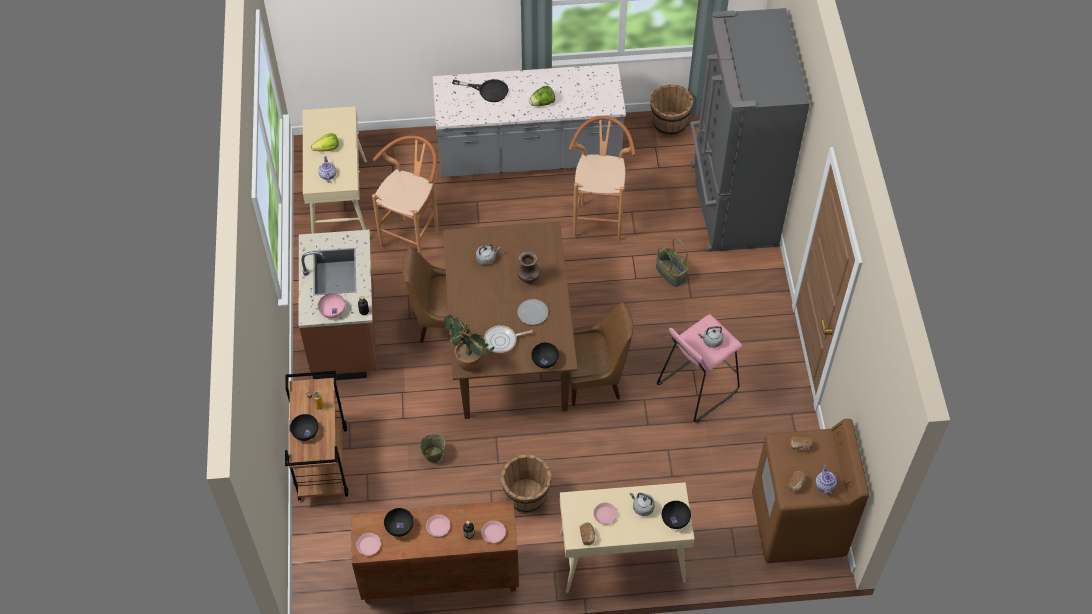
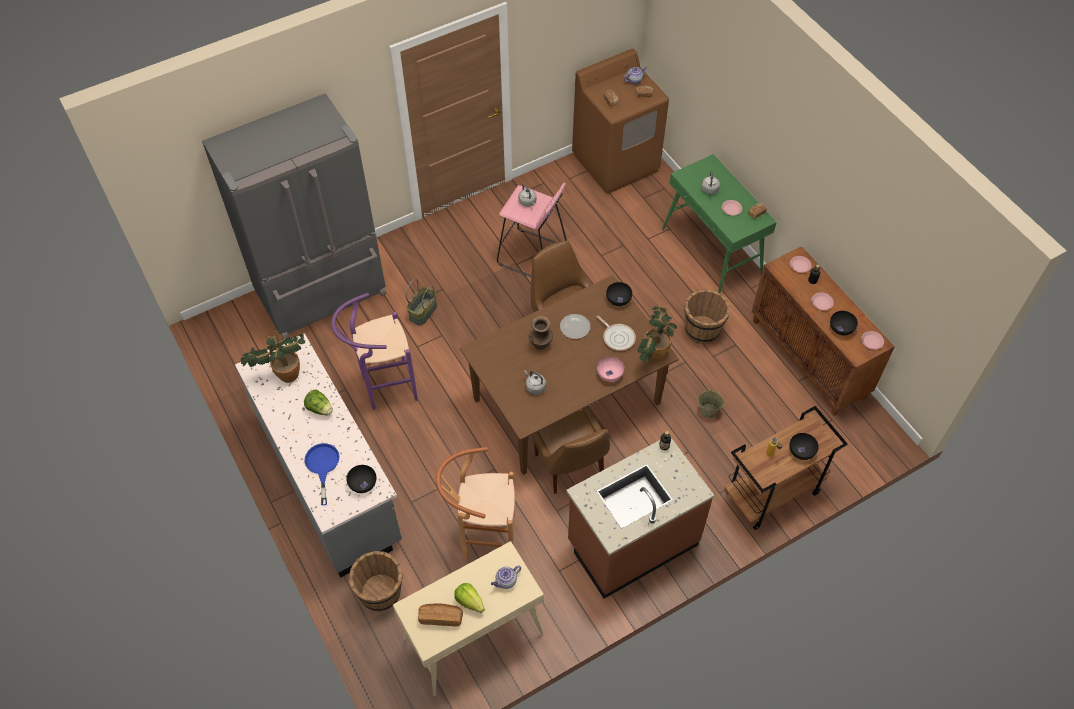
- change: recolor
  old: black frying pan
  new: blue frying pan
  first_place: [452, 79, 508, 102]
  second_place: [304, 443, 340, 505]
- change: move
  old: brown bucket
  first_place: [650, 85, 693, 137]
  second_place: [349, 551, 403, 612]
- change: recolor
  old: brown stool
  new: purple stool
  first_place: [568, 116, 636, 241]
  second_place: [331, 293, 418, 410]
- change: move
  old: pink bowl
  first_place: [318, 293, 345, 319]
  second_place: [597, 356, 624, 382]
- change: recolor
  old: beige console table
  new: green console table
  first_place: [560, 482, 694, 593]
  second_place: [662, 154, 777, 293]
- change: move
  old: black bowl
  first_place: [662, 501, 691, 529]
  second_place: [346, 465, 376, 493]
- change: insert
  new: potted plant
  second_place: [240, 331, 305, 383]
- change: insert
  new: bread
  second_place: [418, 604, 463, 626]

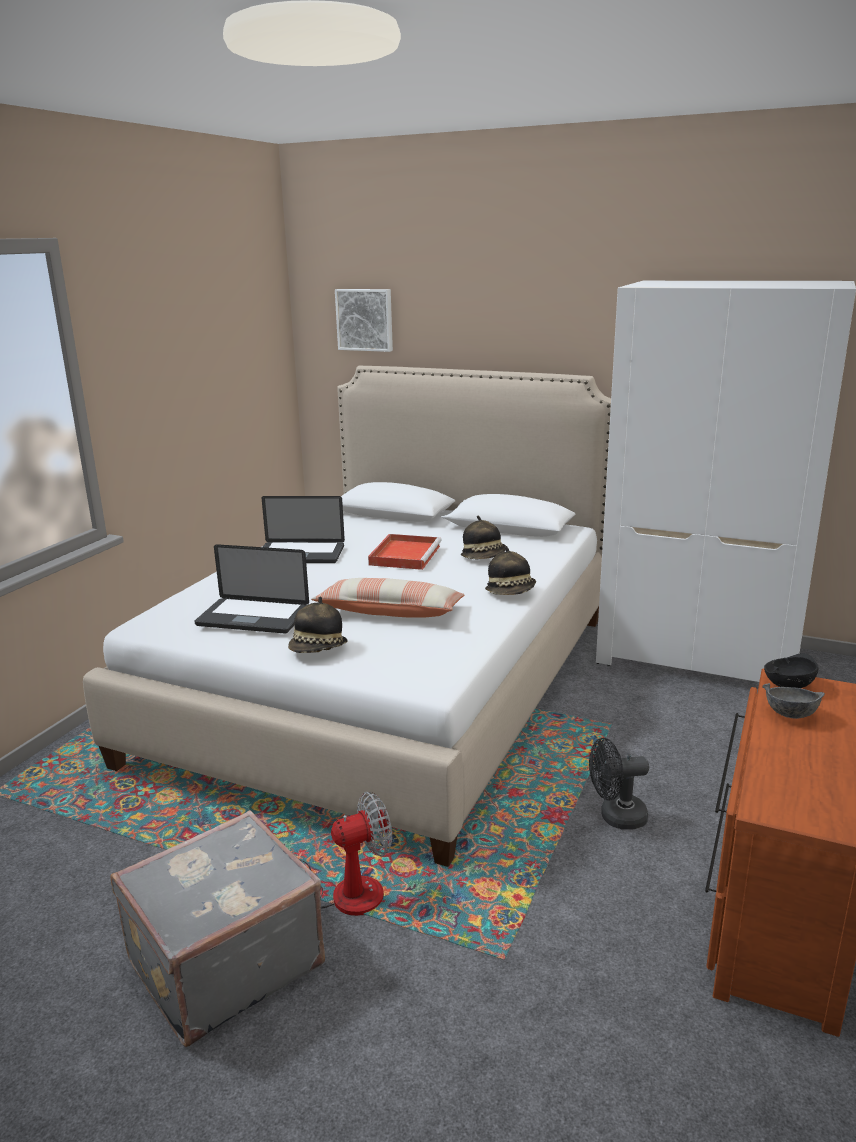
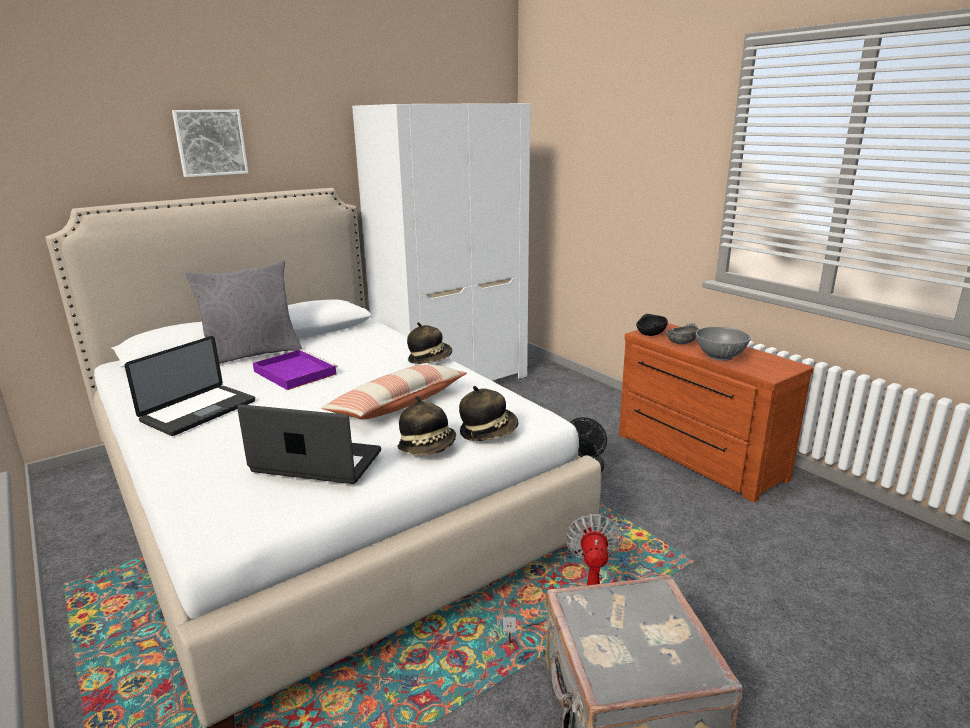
- change: move
  old: picture
  first_place: [335, 289, 393, 352]
  second_place: [172, 110, 248, 177]
- change: move
  old: hat
  first_place: [461, 516, 506, 559]
  second_place: [459, 386, 518, 441]
- change: recolor
  old: red tray
  new: purple tray
  first_place: [368, 534, 442, 570]
  second_place: [253, 349, 338, 390]
- change: rotate
  old: laptop
  first_place: [195, 544, 309, 634]
  second_place: [237, 404, 381, 484]
  degrees: -120
- change: insert
  new: grey pillow
  second_place: [184, 260, 302, 364]
- change: insert
  new: grey bowl
  second_place: [696, 327, 751, 361]

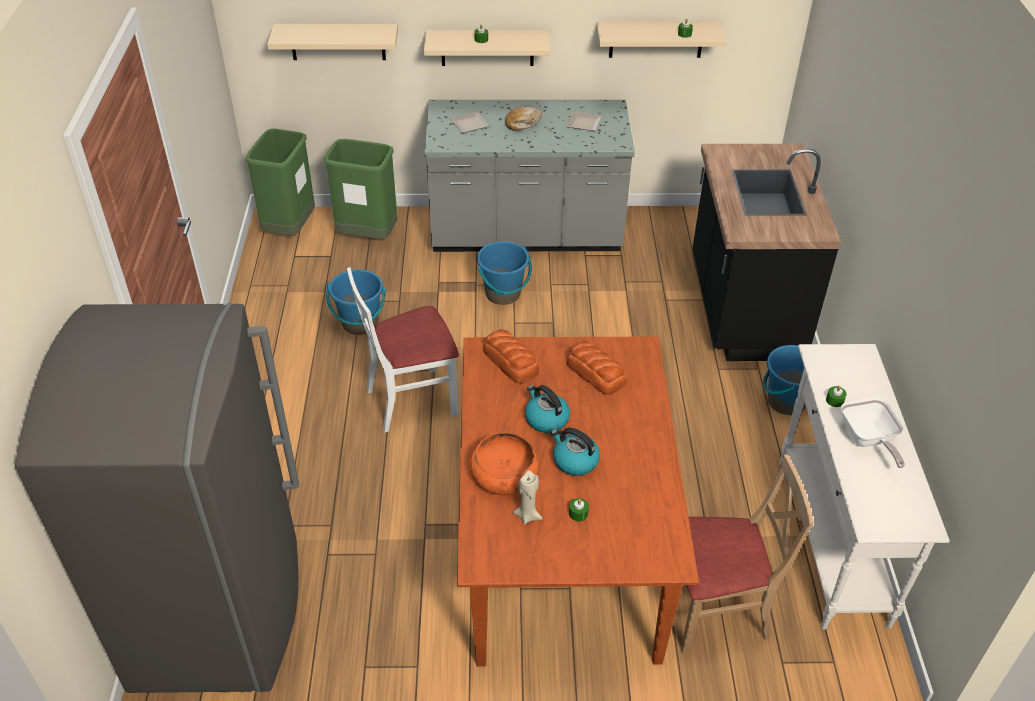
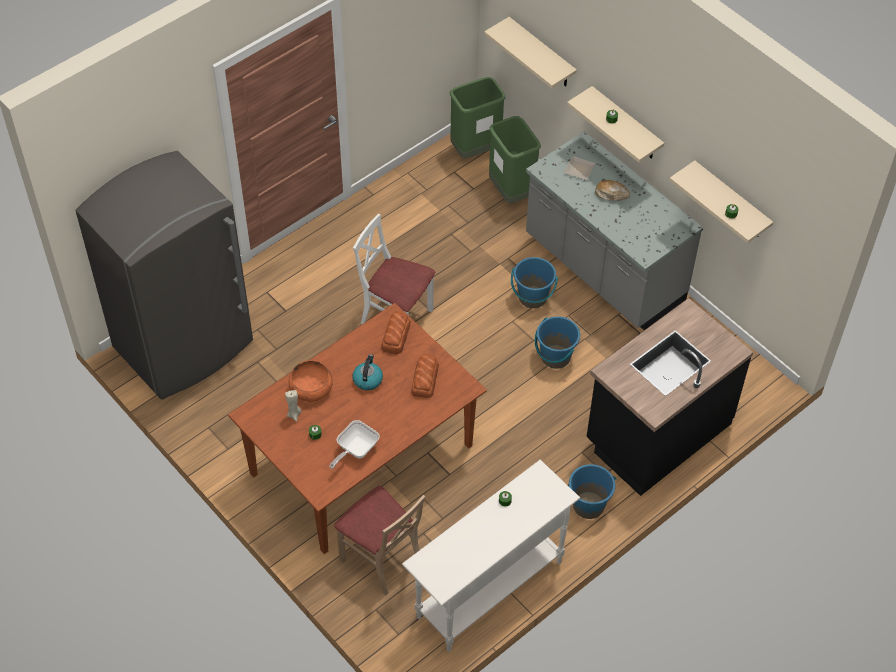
- change: delete
  old: plate
  first_place: [566, 111, 602, 131]
- change: move
  old: blue bucket
  first_place: [326, 269, 386, 335]
  second_place: [535, 316, 580, 369]
- change: move
  old: frying pan
  first_place: [841, 397, 905, 468]
  second_place: [329, 420, 380, 469]
- change: delete
  old: kettle
  first_place: [551, 428, 600, 476]

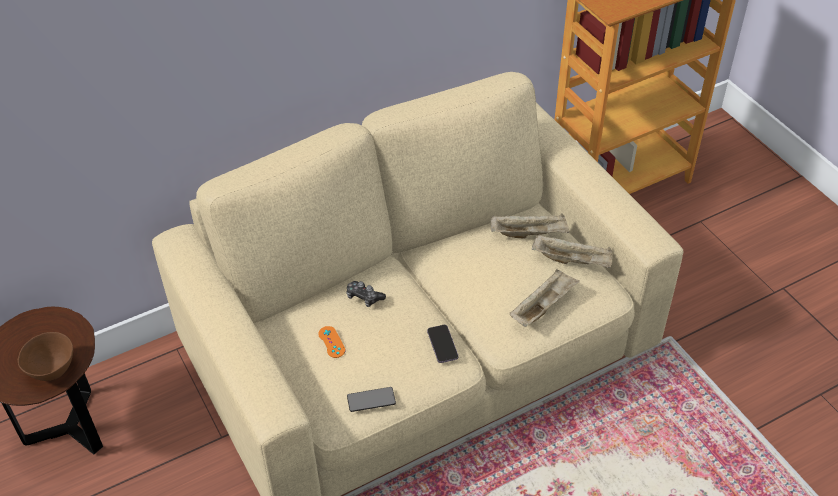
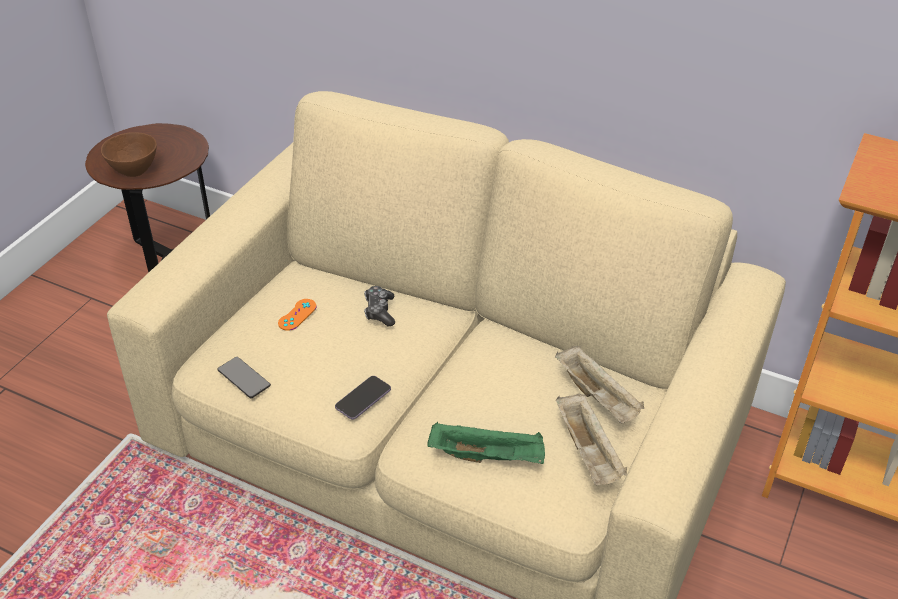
- change: recolor
  old: beige tray
  new: green tray
  first_place: [510, 269, 580, 327]
  second_place: [427, 422, 545, 464]

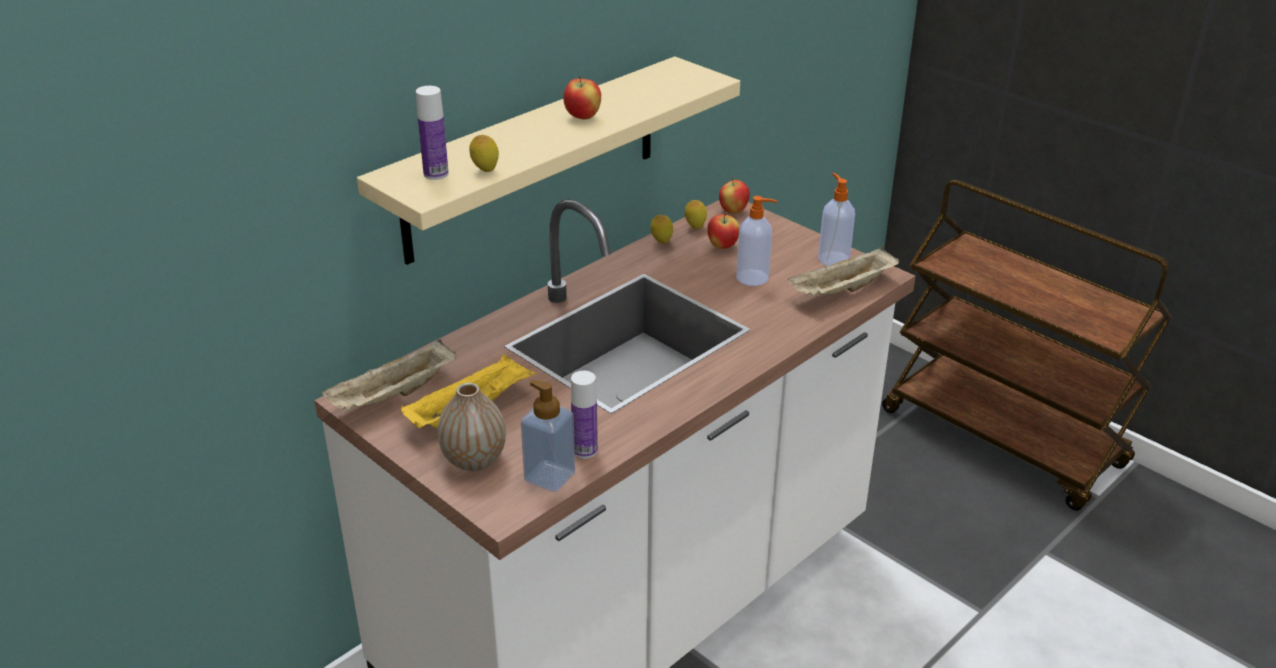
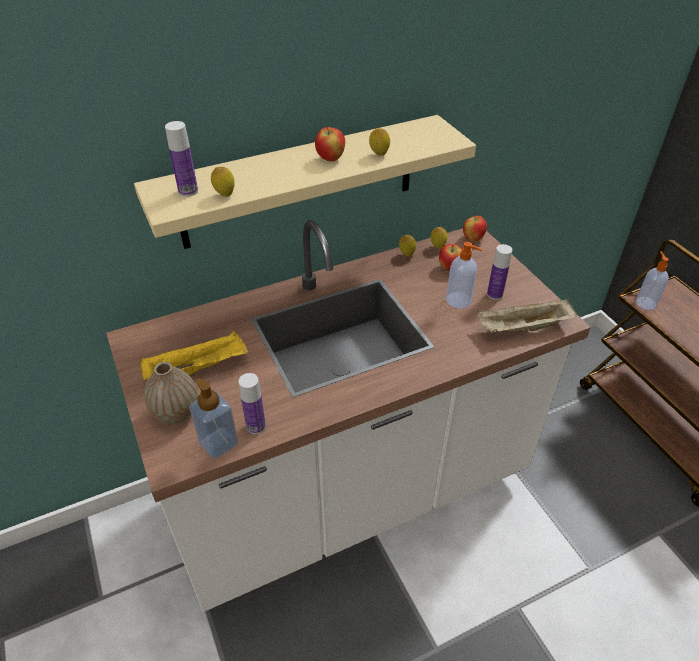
- change: move
  old: soap dispenser
  first_place: [818, 173, 855, 266]
  second_place: [636, 251, 669, 310]
- change: delete
  old: beige tray
  first_place: [322, 339, 456, 412]
- change: insert
  new: lemon
  second_place: [369, 128, 390, 156]
- change: insert
  new: bottle
  second_place: [487, 244, 512, 300]

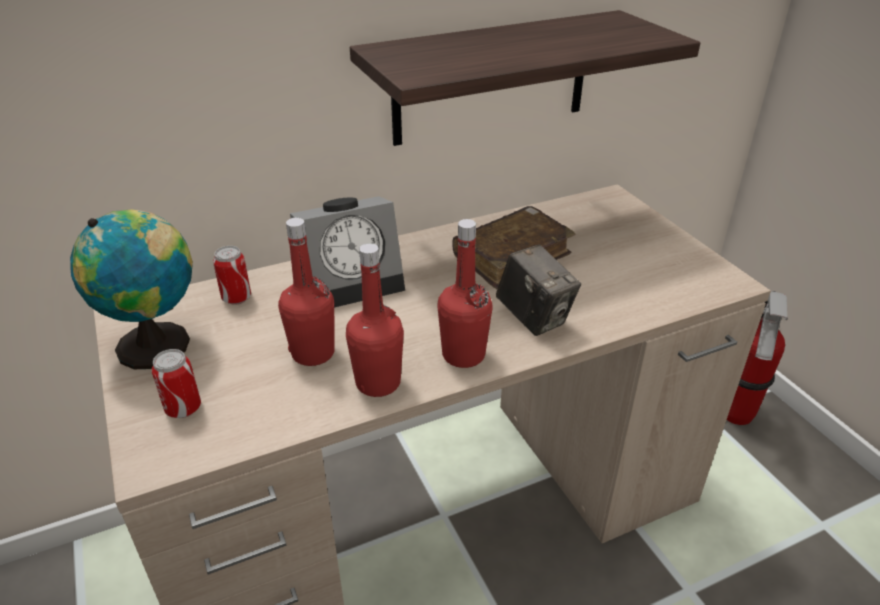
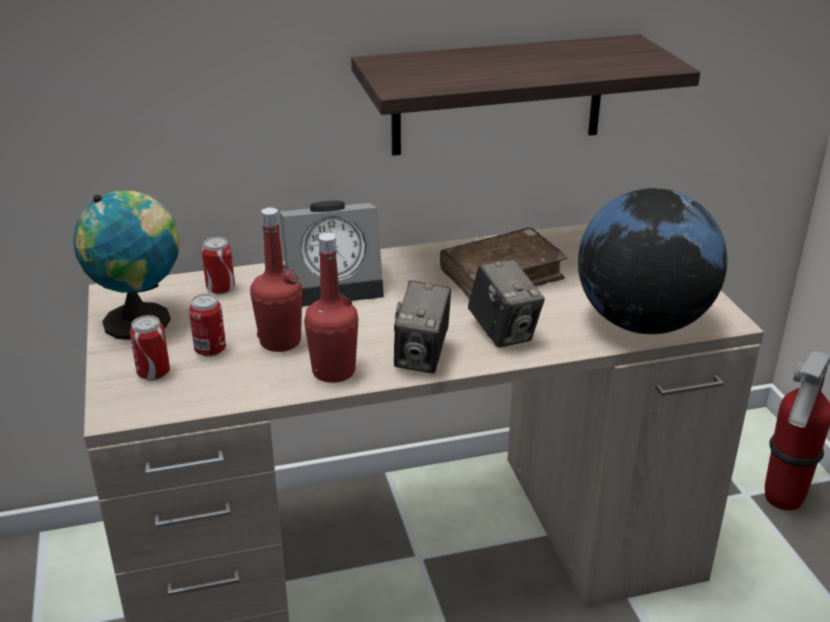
- change: replace
  old: red bottle
  new: photo camera
  first_place: [437, 219, 493, 368]
  second_place: [394, 280, 451, 373]
- change: insert
  new: globe
  second_place: [578, 188, 727, 334]
- change: insert
  new: can
  second_place: [189, 294, 226, 357]

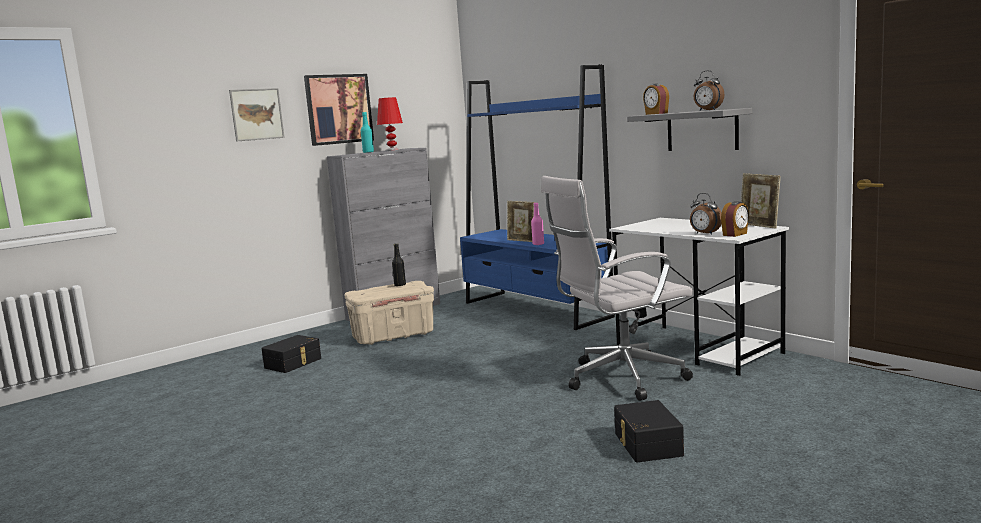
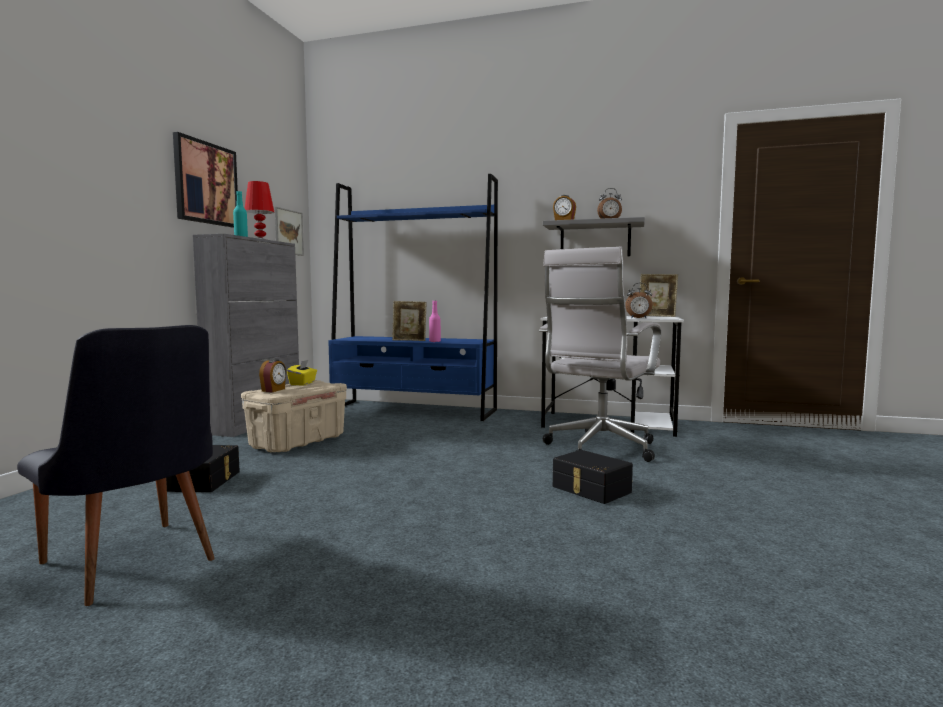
- change: move
  old: picture
  first_place: [229, 88, 285, 142]
  second_place: [275, 207, 304, 256]
- change: move
  old: alarm clock
  first_place: [721, 201, 749, 237]
  second_place: [259, 359, 286, 392]
- change: replace
  old: black bottle
  new: yellow tissue box
  first_place: [392, 243, 406, 286]
  second_place: [287, 360, 317, 385]
- change: move
  old: black storage box
  first_place: [614, 400, 684, 463]
  second_place: [553, 450, 633, 504]
- change: insert
  new: black chair
  second_place: [17, 325, 215, 606]

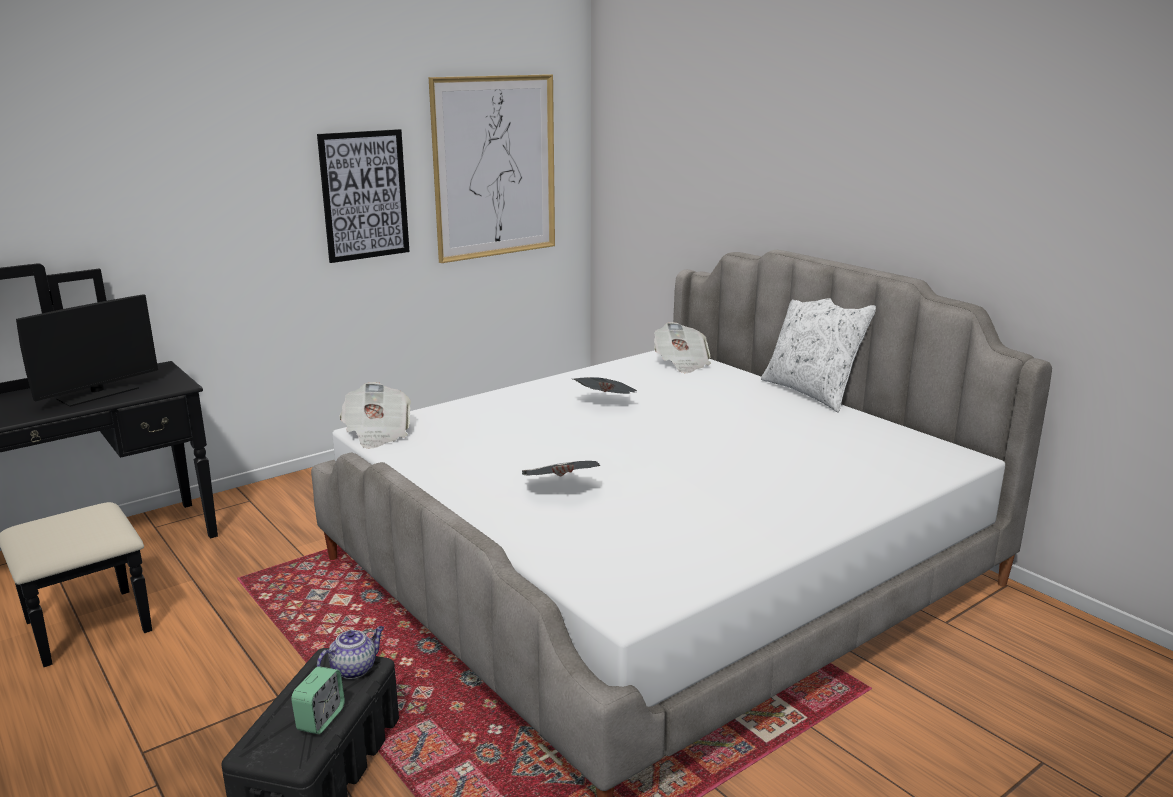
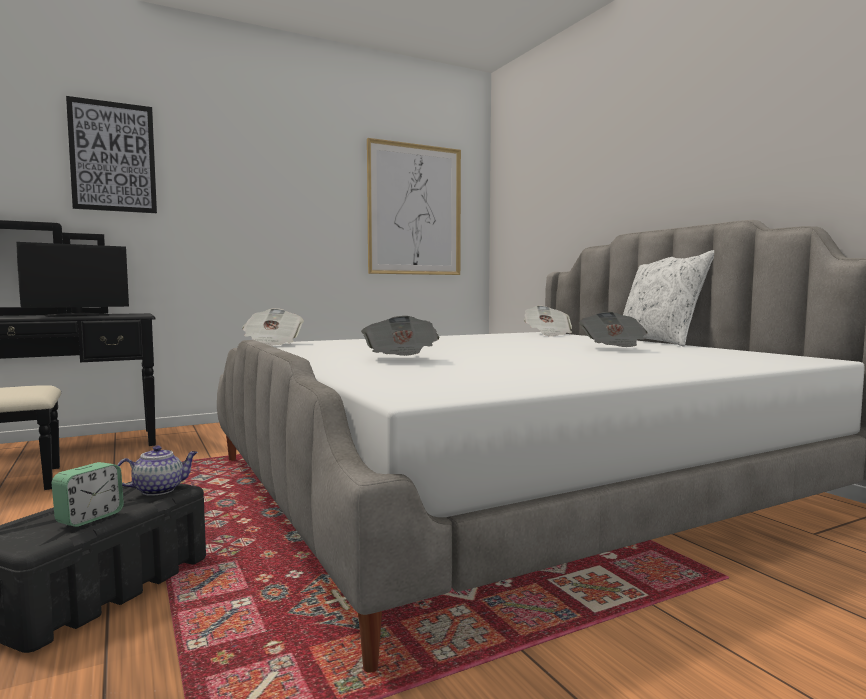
- change: move
  old: picture
  first_place: [317, 129, 410, 263]
  second_place: [66, 96, 157, 213]
- change: move
  old: newspaper
  first_place: [573, 377, 637, 394]
  second_place: [579, 312, 648, 347]

